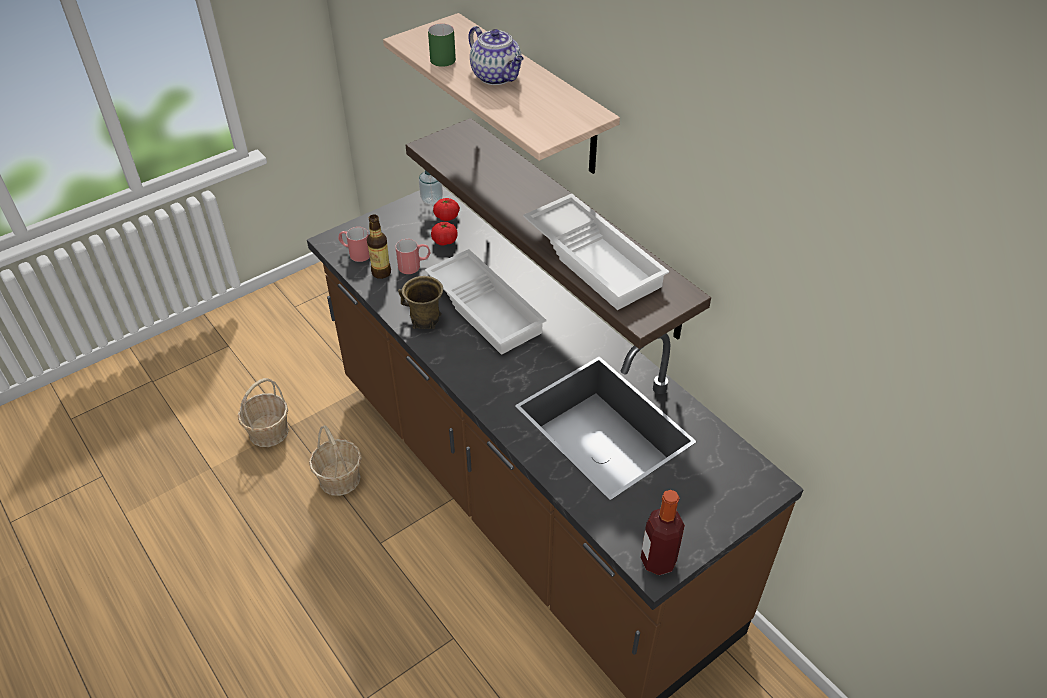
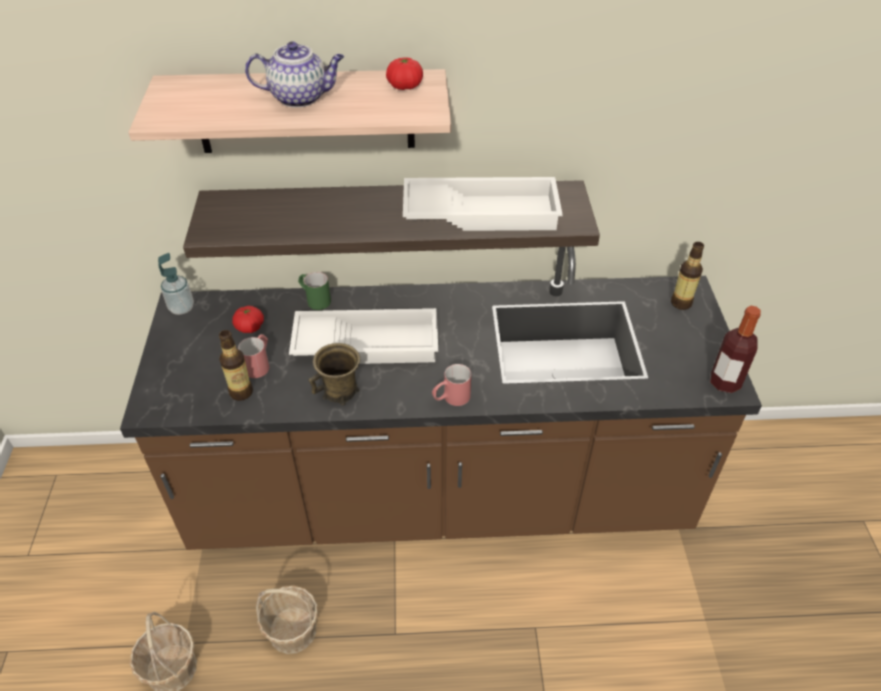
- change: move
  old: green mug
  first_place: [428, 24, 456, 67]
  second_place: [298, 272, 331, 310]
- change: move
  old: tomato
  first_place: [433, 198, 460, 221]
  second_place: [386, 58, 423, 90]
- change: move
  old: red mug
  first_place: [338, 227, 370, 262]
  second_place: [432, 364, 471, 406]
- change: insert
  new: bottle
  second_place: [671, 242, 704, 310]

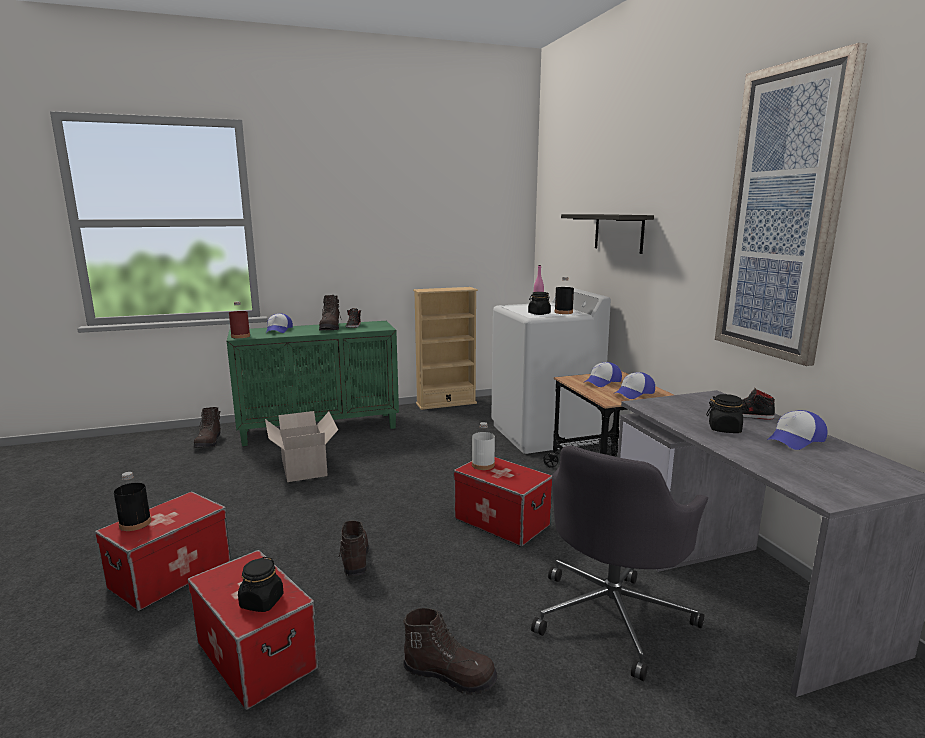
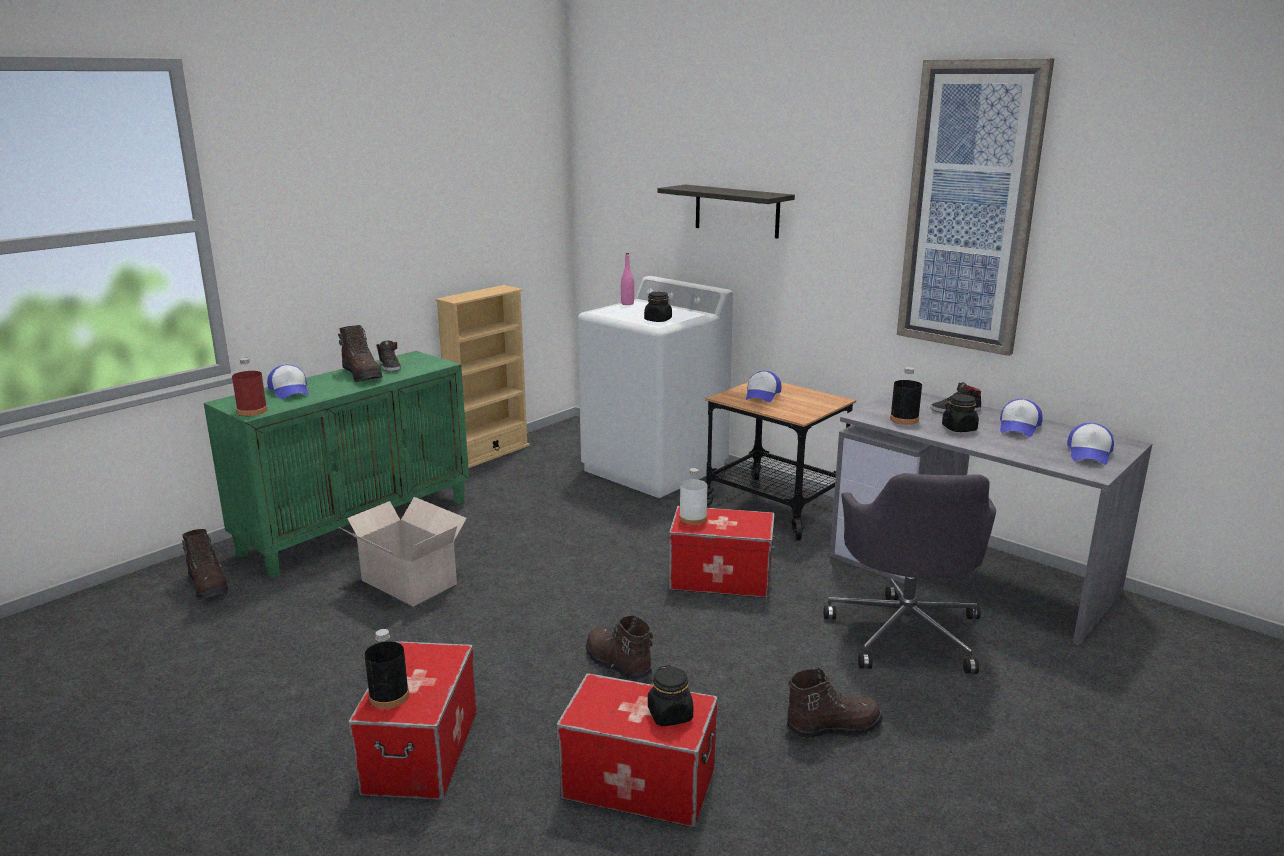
- change: move
  old: black bottle
  first_place: [555, 277, 574, 314]
  second_place: [890, 367, 922, 425]
- change: move
  old: cap
  first_place: [613, 372, 655, 399]
  second_place: [1067, 423, 1114, 465]

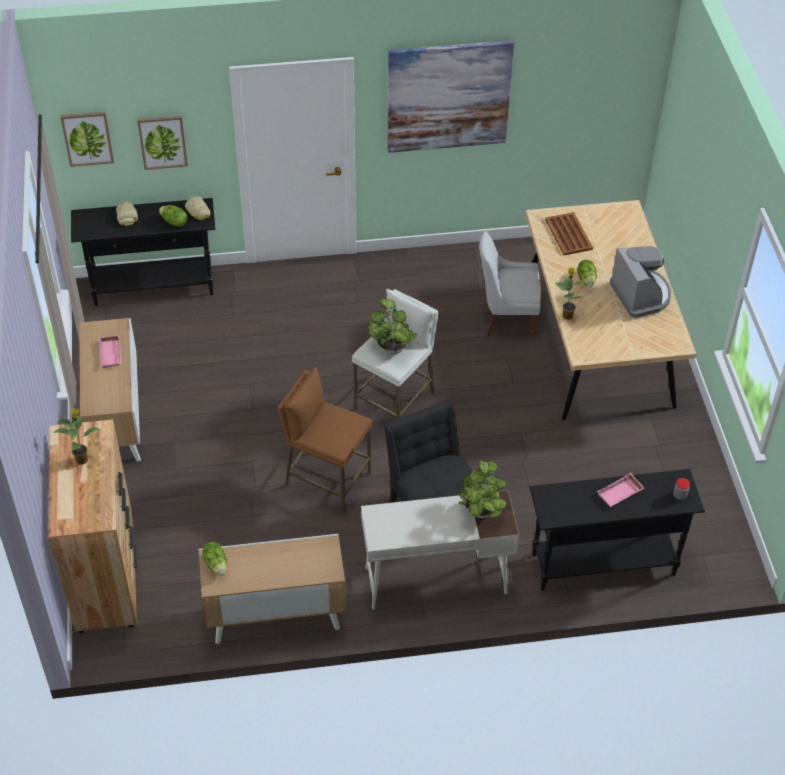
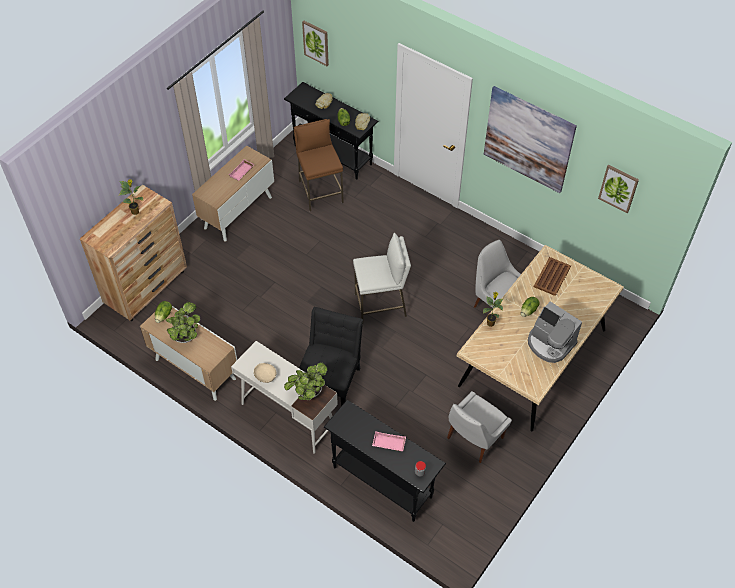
- change: move
  old: picture
  first_place: [137, 115, 188, 170]
  second_place: [598, 165, 639, 213]
- change: rotate
  old: coffee machine
  first_place: [610, 246, 671, 318]
  second_place: [528, 302, 582, 363]
  degrees: 105
- change: move
  old: potted plant
  first_place: [368, 299, 417, 355]
  second_place: [166, 302, 200, 343]
- change: move
  old: brown stool
  first_place: [277, 367, 372, 513]
  second_place: [294, 119, 344, 211]
- change: insert
  new: beige bowl
  second_place: [254, 363, 276, 383]
- change: insert
  new: white chair
  second_place: [447, 391, 512, 463]

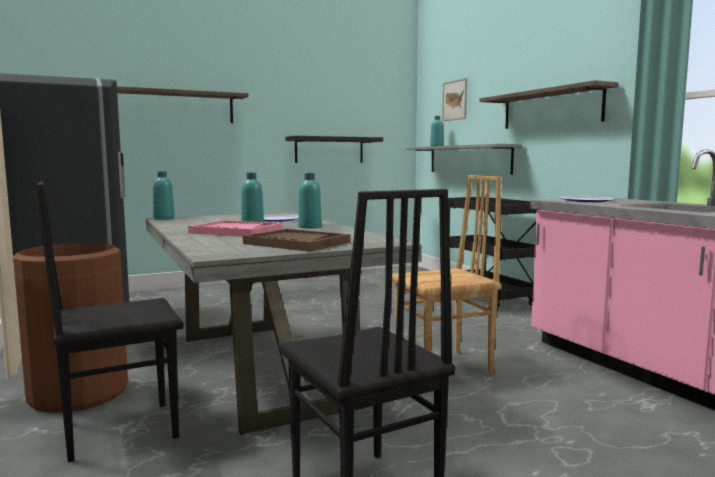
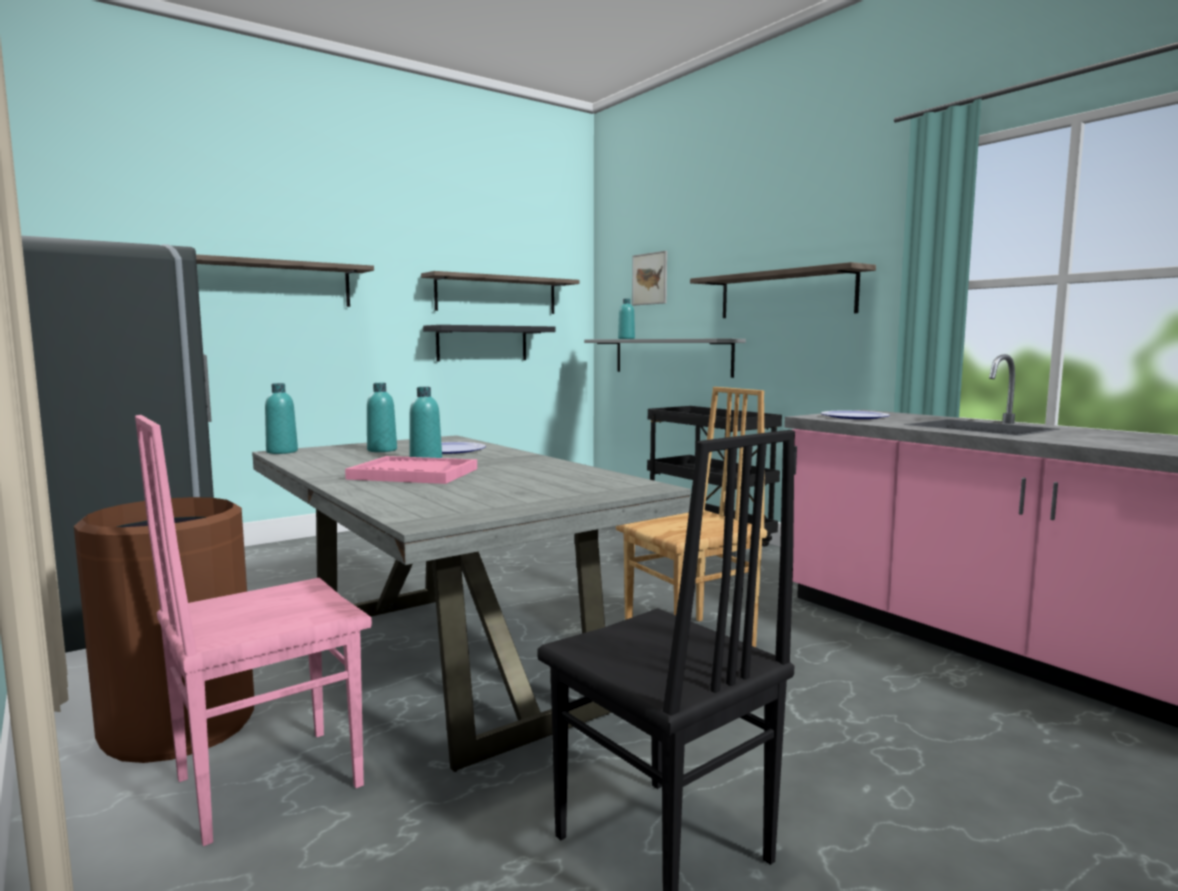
- change: move
  old: turquoise bottle
  first_place: [298, 173, 322, 228]
  second_place: [367, 383, 397, 452]
- change: recolor
  old: black chair
  new: pink chair
  first_place: [37, 181, 184, 463]
  second_place: [135, 415, 372, 846]
- change: delete
  old: brown tray
  first_place: [243, 229, 350, 252]
- change: insert
  new: shelf
  second_place: [421, 271, 579, 314]

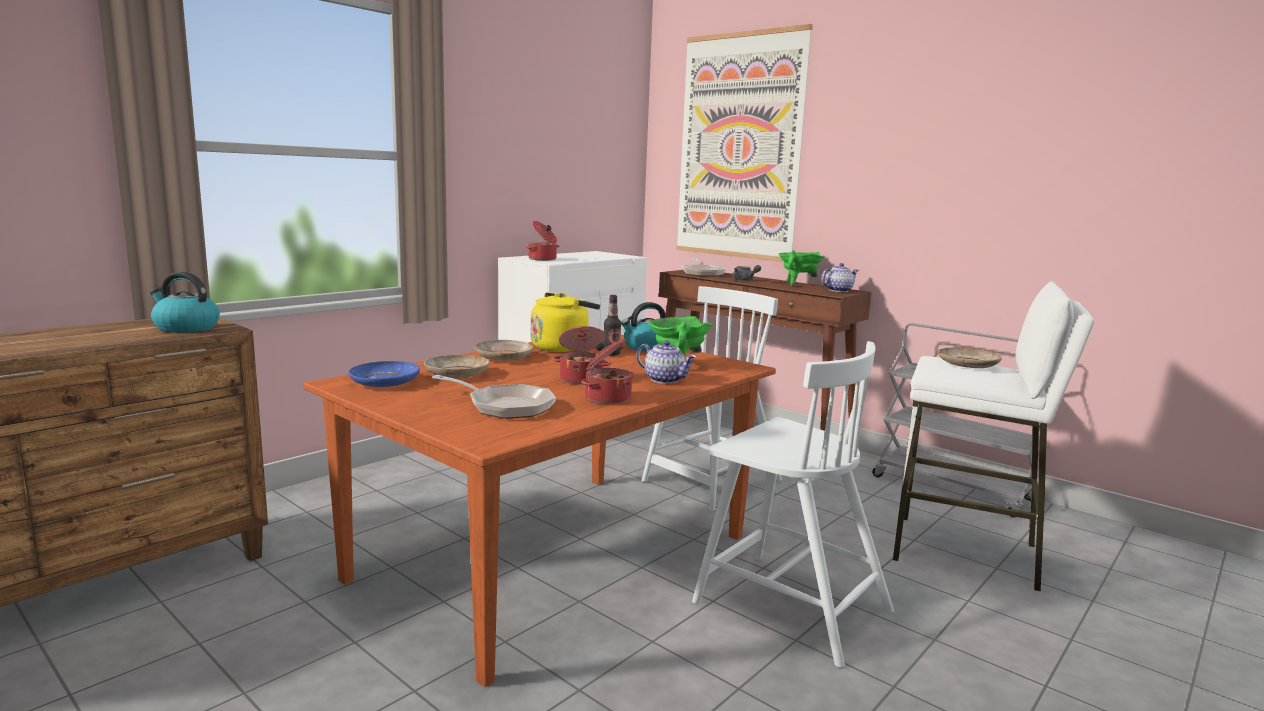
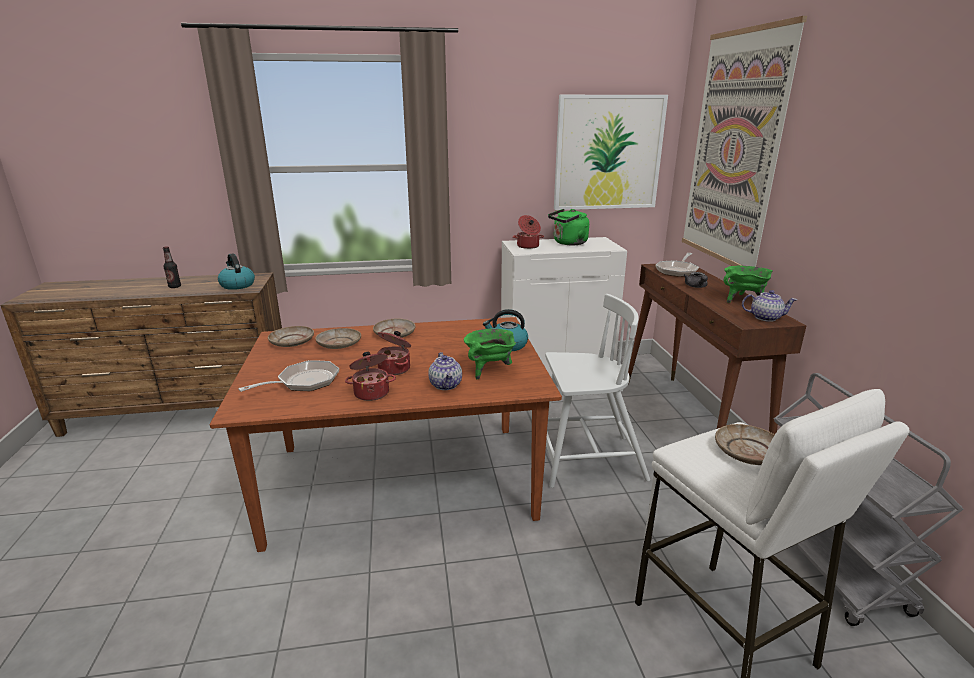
- change: delete
  old: yellow kettle
  first_place: [530, 292, 600, 352]
- change: move
  old: bottle
  first_place: [604, 295, 621, 356]
  second_place: [163, 246, 181, 288]
- change: delete
  old: white chair
  first_place: [692, 341, 894, 668]
- change: recolor
  old: blue plate
  new: beige plate
  first_place: [348, 361, 420, 387]
  second_place: [268, 326, 314, 347]
- change: rotate
  old: frying pan
  first_place: [432, 375, 556, 419]
  second_place: [238, 360, 339, 392]
  degrees: -105
- change: insert
  new: picture
  second_place: [554, 95, 668, 210]
- change: insert
  new: green kettle
  second_place: [548, 209, 589, 245]

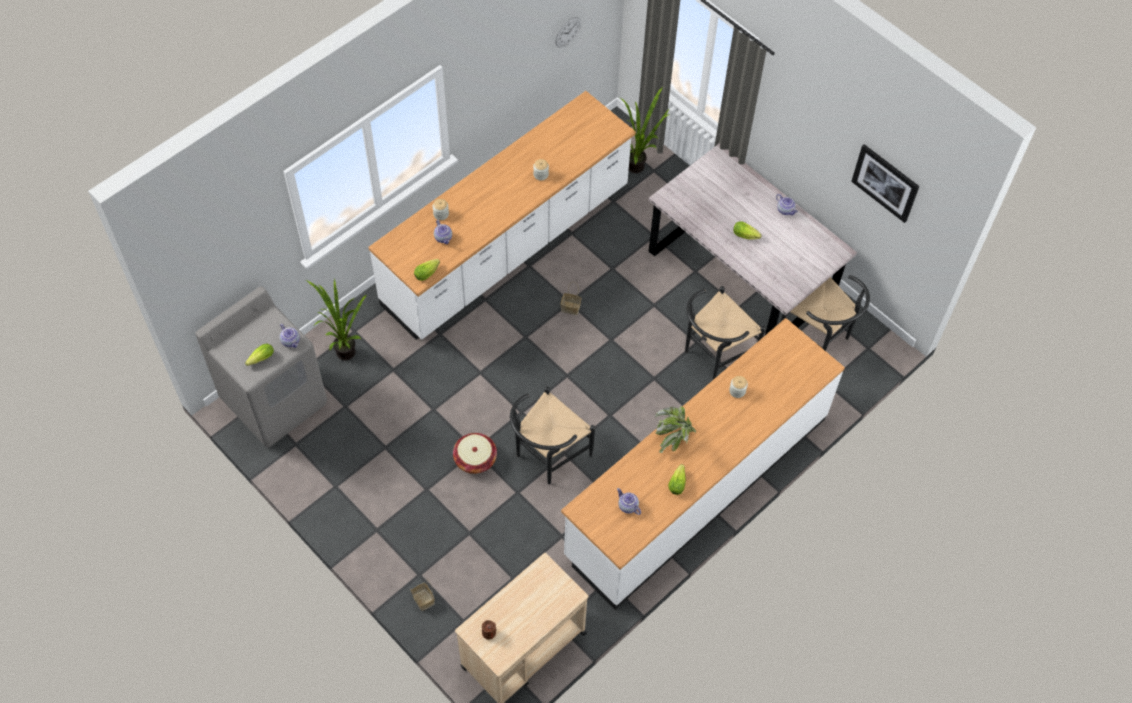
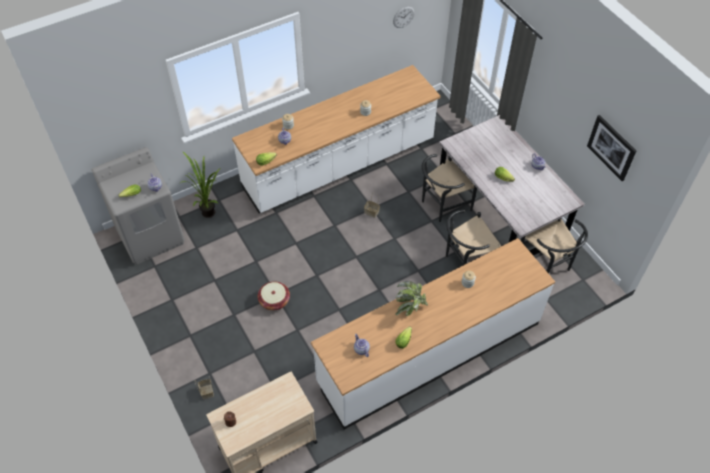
- change: delete
  old: potted plant
  first_place: [622, 88, 670, 173]
- change: move
  old: black chair
  first_place: [510, 387, 595, 484]
  second_place: [422, 154, 477, 222]

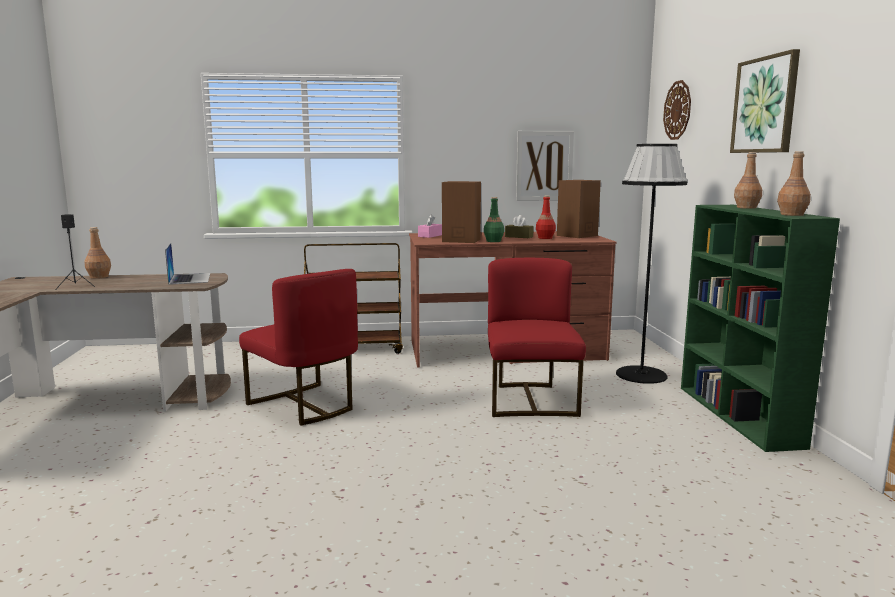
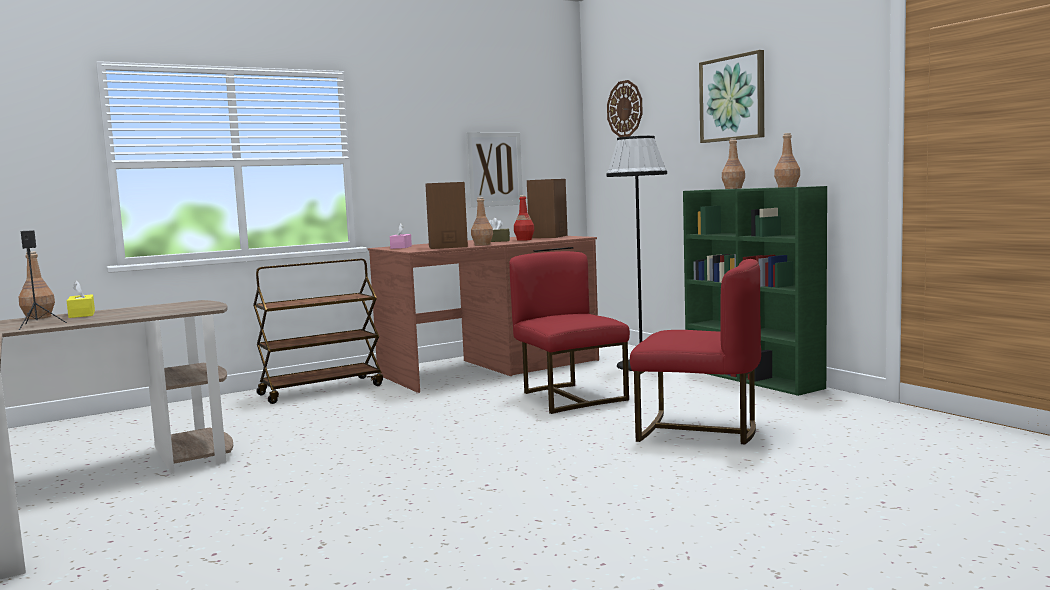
- change: recolor
  old: green bottle
  new: brown bottle
  first_place: [484, 197, 504, 242]
  second_place: [471, 197, 493, 246]
- change: delete
  old: laptop
  first_place: [165, 243, 210, 285]
- change: move
  old: red chair
  first_place: [239, 269, 358, 425]
  second_place: [630, 259, 761, 444]
- change: insert
  new: yellow tissue box
  second_place: [67, 281, 95, 318]

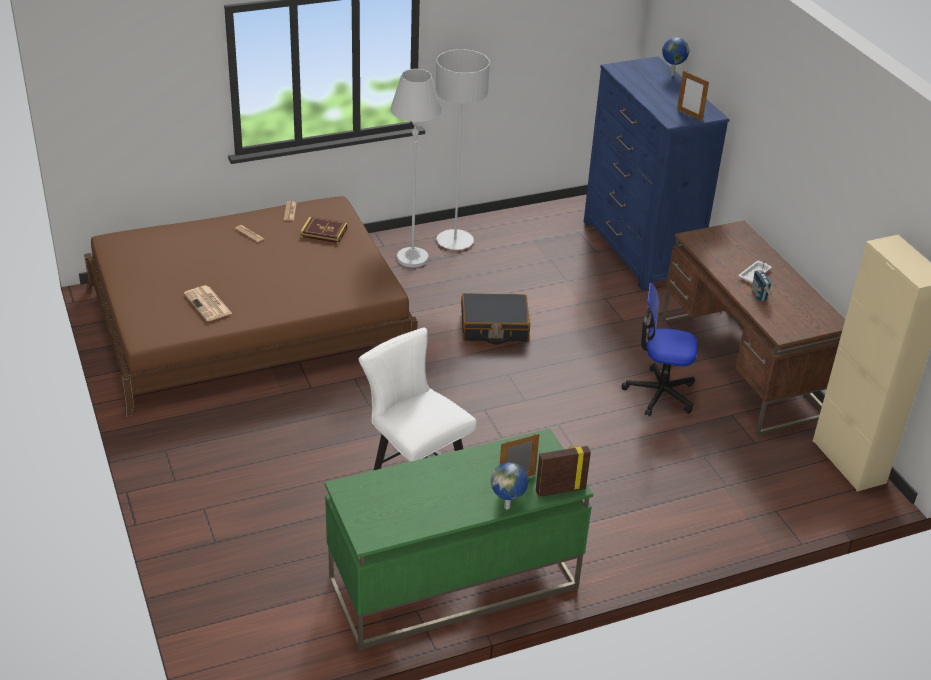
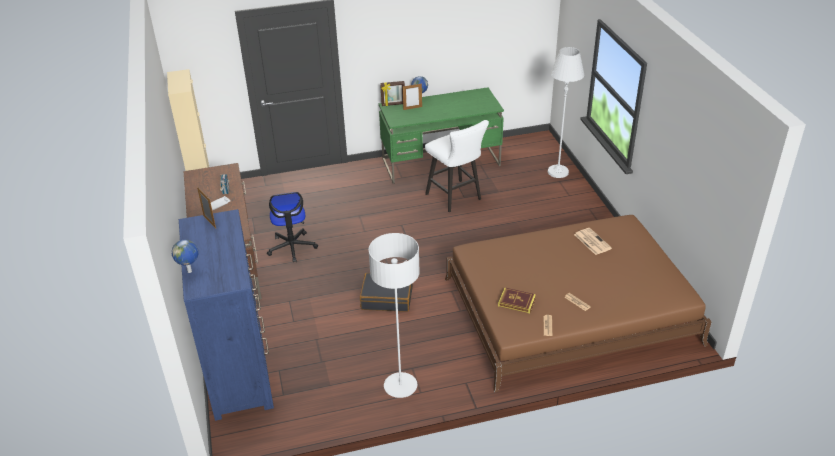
- change: move
  old: white floor lamp
  first_place: [390, 69, 441, 268]
  second_place: [548, 47, 584, 178]
- change: rotate
  old: office chair
  first_place: [622, 283, 697, 417]
  second_place: [267, 192, 318, 263]
  degrees: 60

